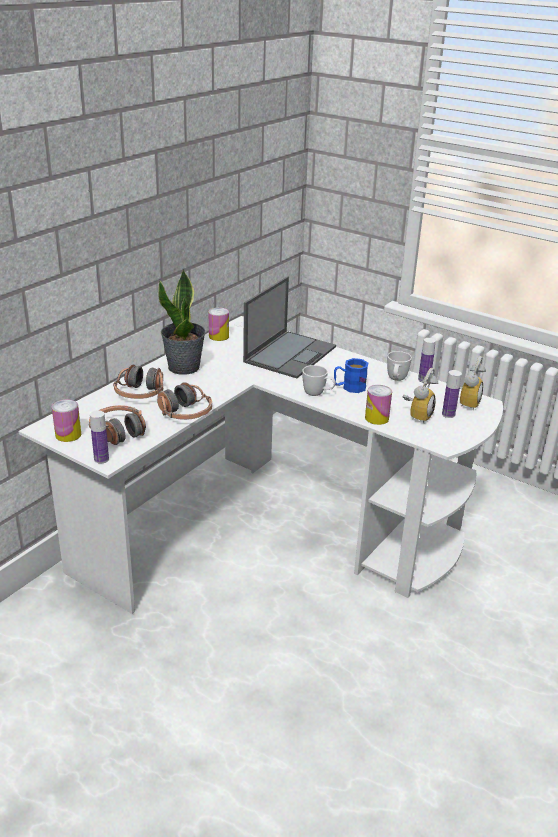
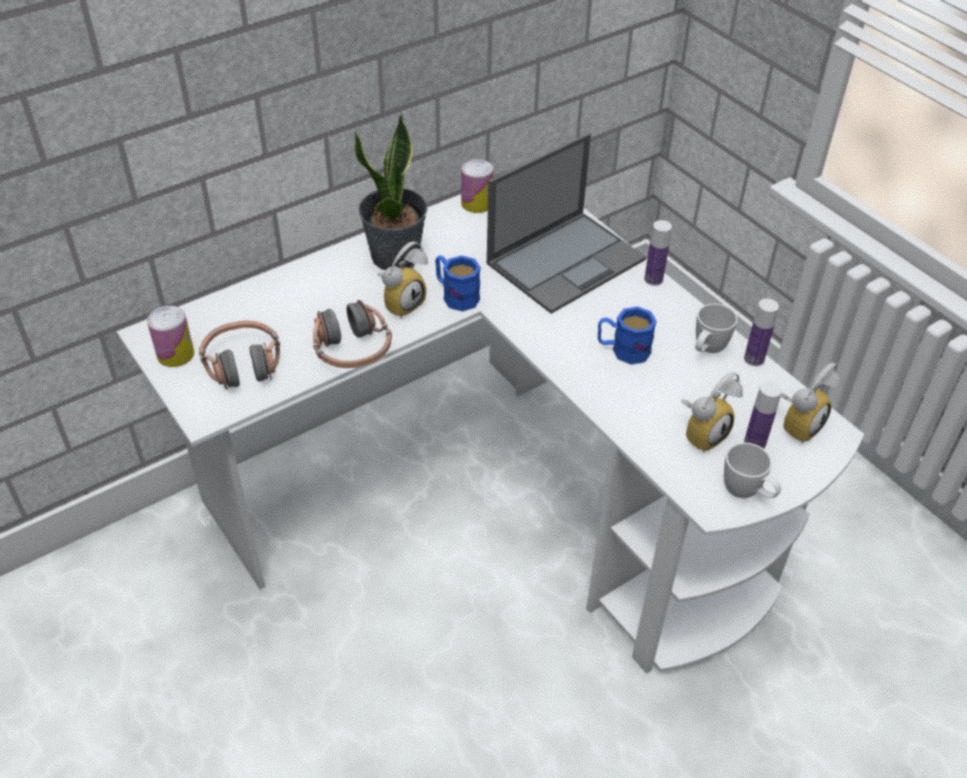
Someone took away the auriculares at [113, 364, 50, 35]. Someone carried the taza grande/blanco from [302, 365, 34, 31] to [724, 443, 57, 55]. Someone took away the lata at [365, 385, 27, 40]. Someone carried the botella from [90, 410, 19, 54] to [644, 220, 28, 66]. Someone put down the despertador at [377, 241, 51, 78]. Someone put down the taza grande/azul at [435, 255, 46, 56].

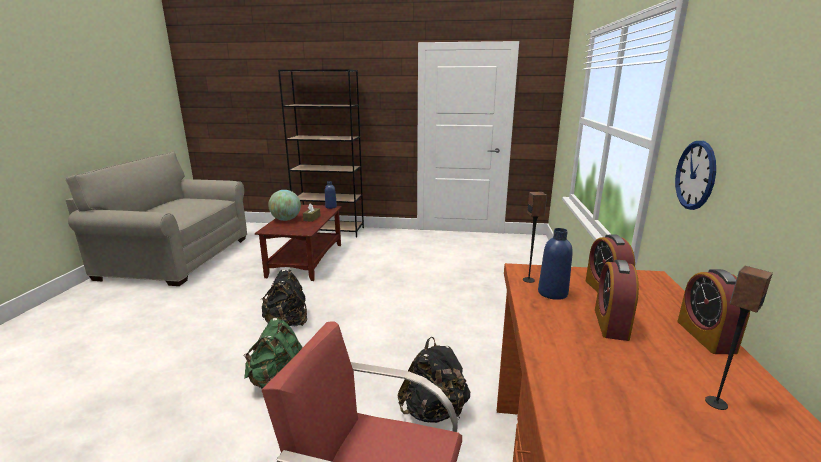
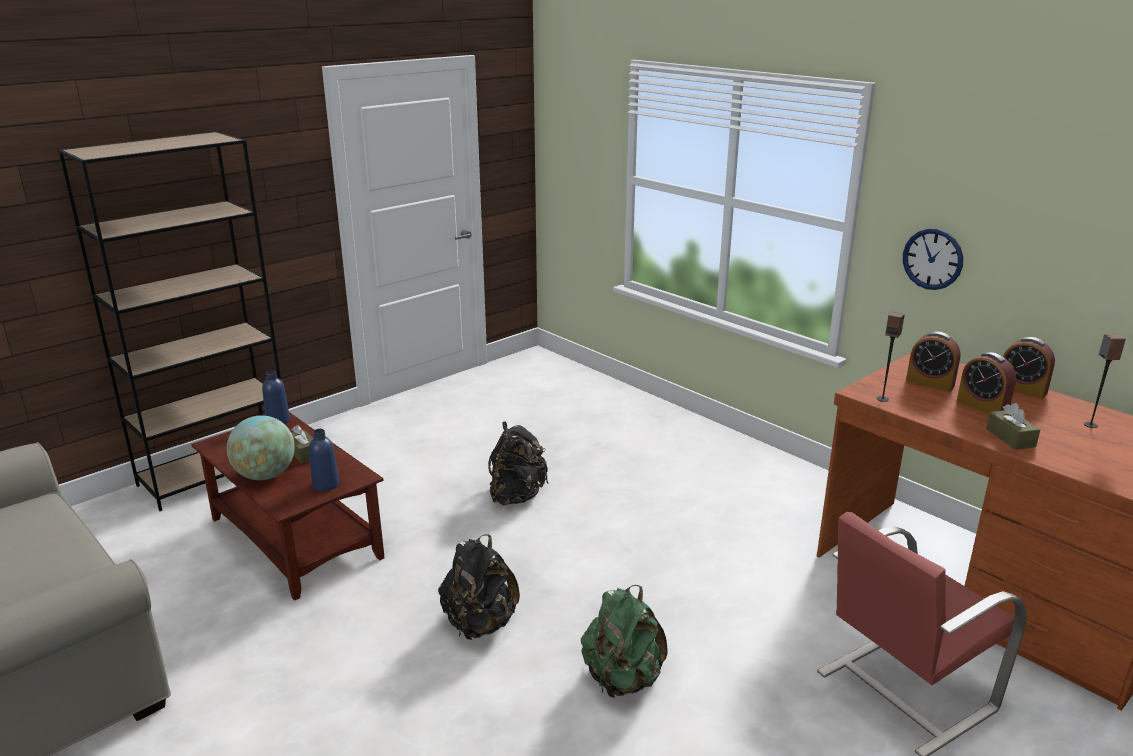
Someone carried the botella/azul from [538, 228, 35, 72] to [309, 429, 30, 62]. Someone carried the mochila/negro from [398, 337, 72, 86] to [488, 421, 60, 84]. Someone put down the caja de pañuelos/marrón at [986, 403, 54, 47].

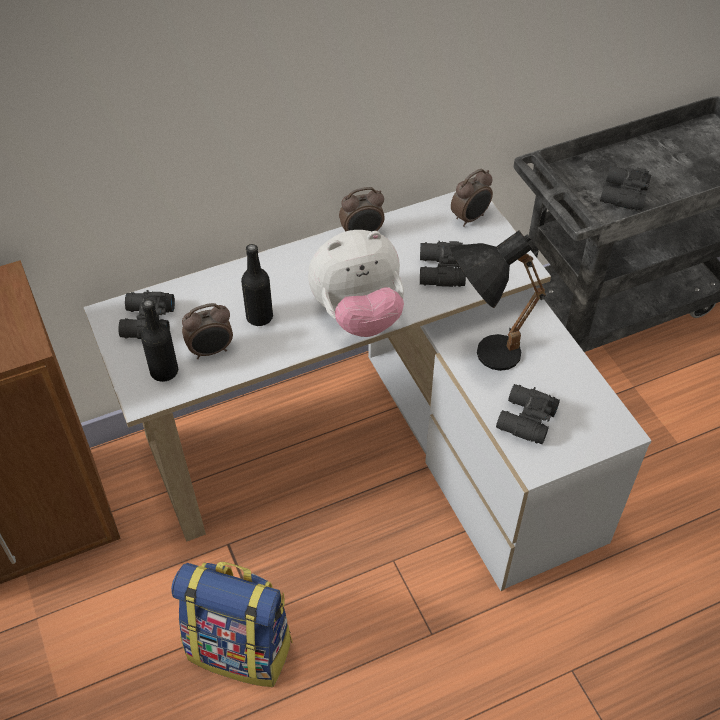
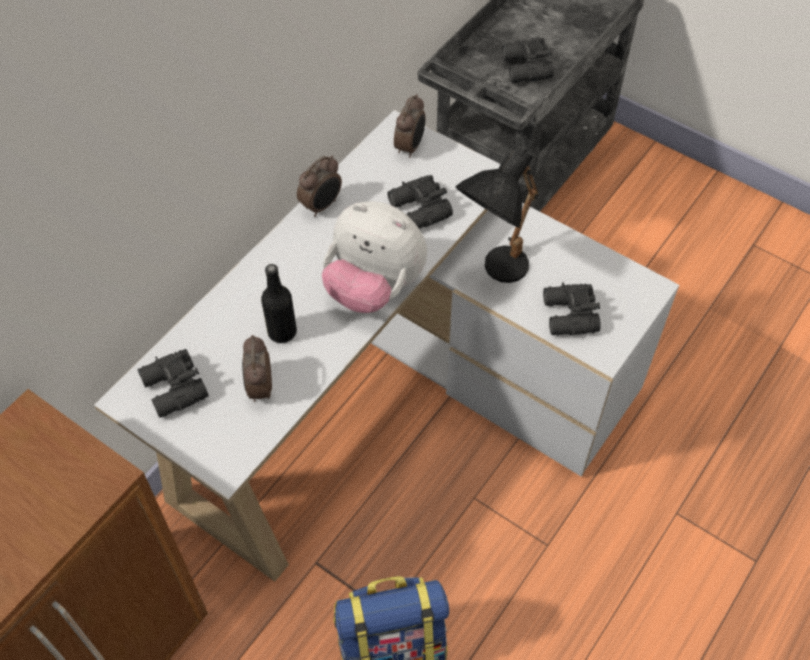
Someone rotated the peluche at [308, 230, 96, 107] by 75 degrees clockwise. Someone took away the botella/negro at [141, 299, 37, 83]. Someone rotated the despertador at [182, 303, 51, 56] by 135 degrees clockwise.

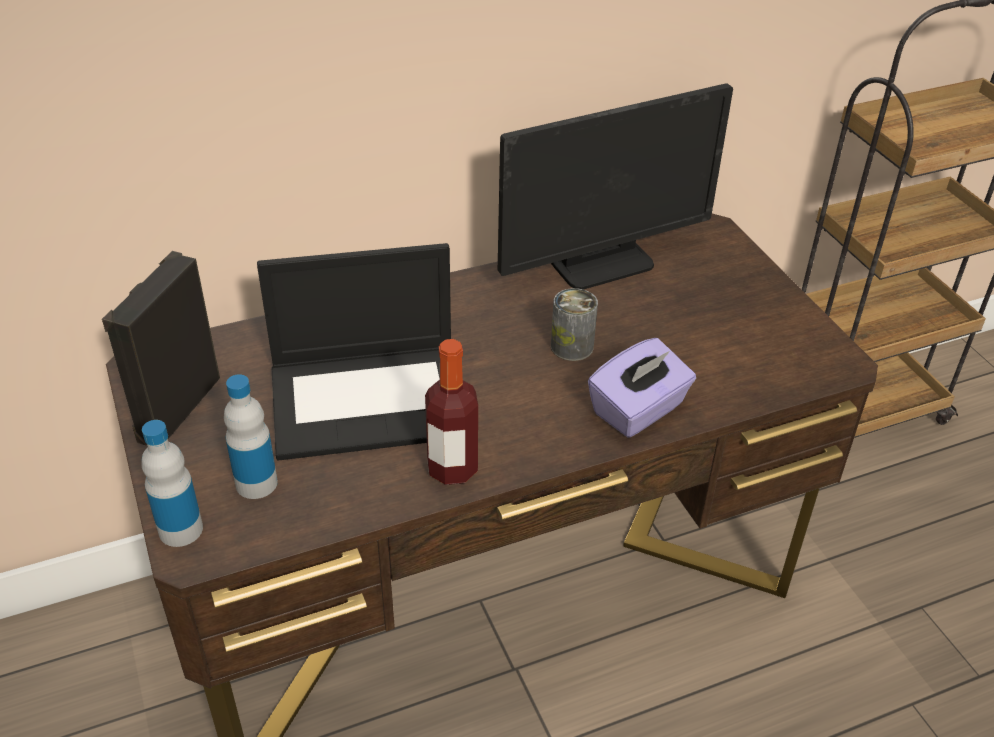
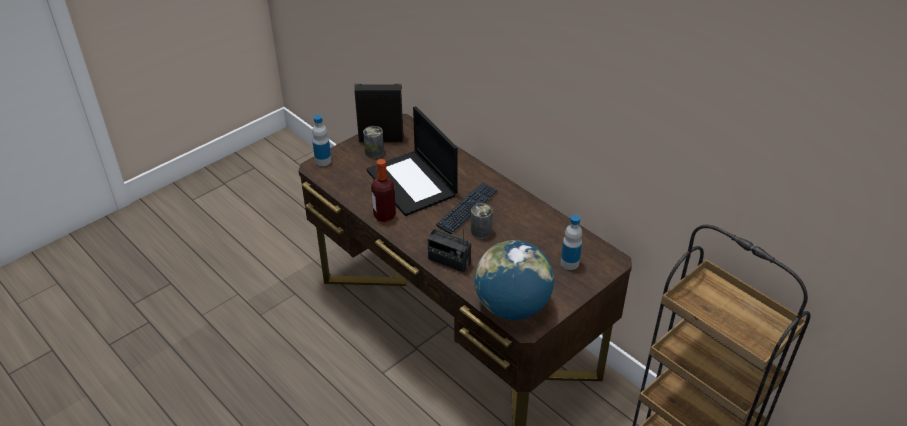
Someone took away the monitor at [498, 83, 235, 206]. Someone swapped the caja de pañuelos/morado at [588, 338, 108, 100] for the radio at [428, 225, 43, 48]. Someone carried the botella from [224, 374, 54, 125] to [561, 215, 21, 55]. Someone put down the lata at [363, 126, 21, 32]. Someone put down the teclado at [436, 182, 62, 52]. Someone put down the globo terráqueo at [474, 240, 80, 80].

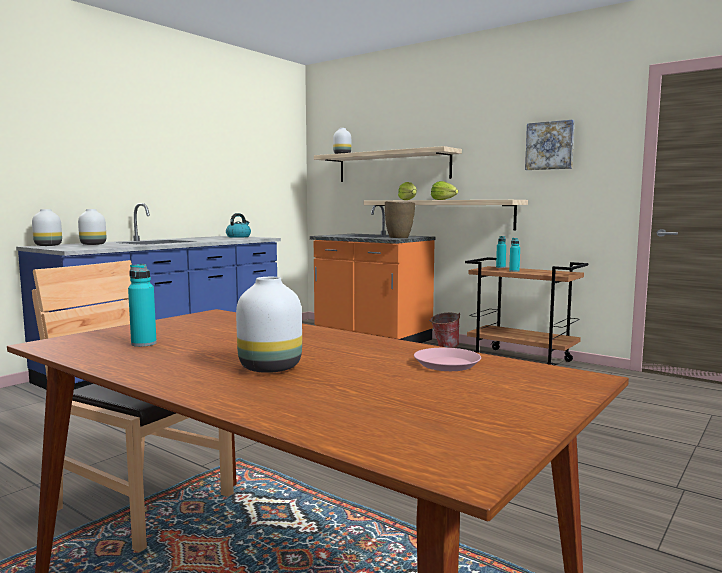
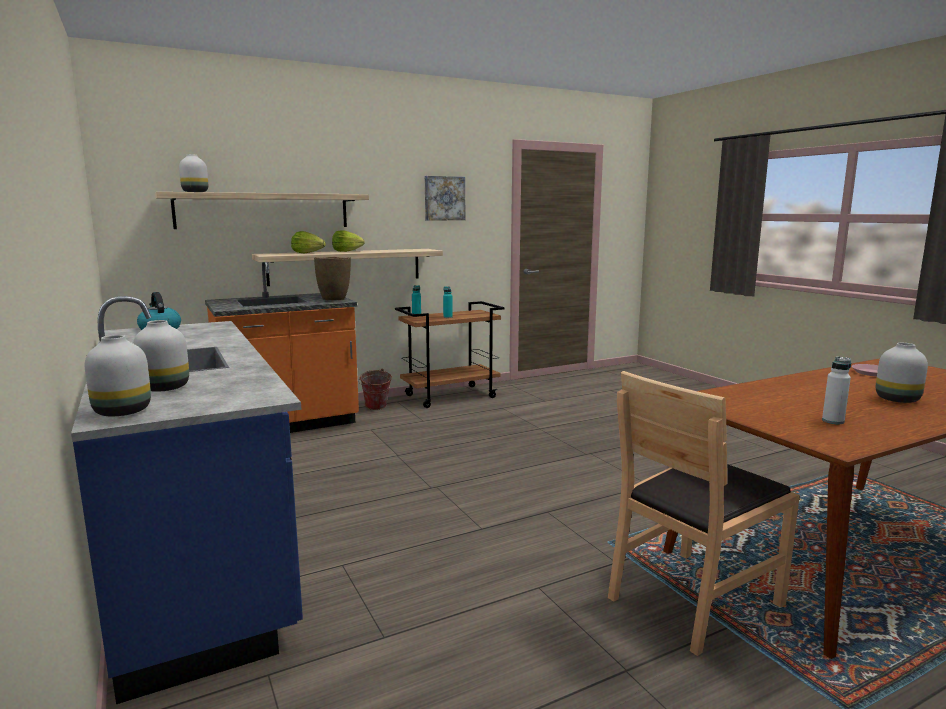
Someone repainted the botella/turquesa at [128, 264, 29, 83], which became the botella/blanco at [822, 356, 29, 68].

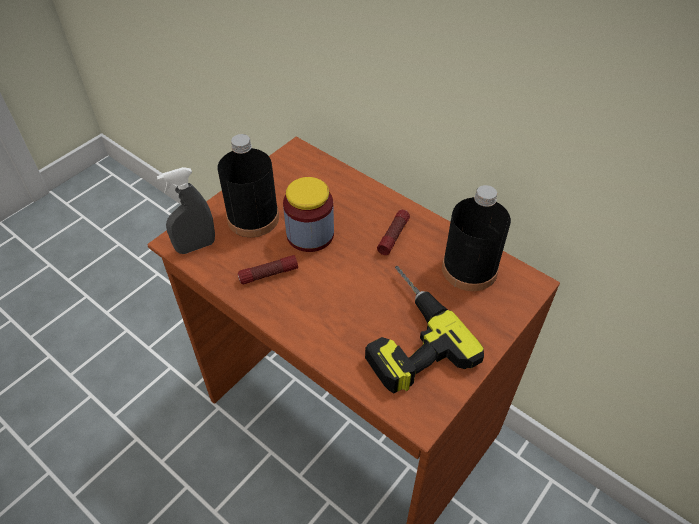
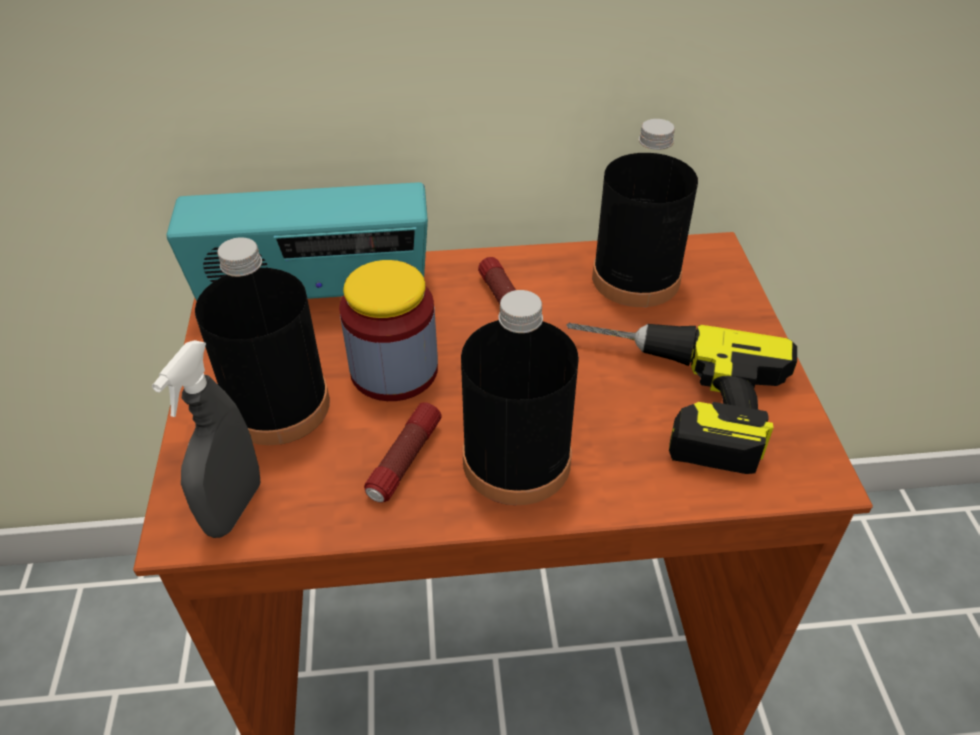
Someone put down the radio at [166, 182, 262, 119]. Someone put down the botella/negro at [461, 290, 118, 215].

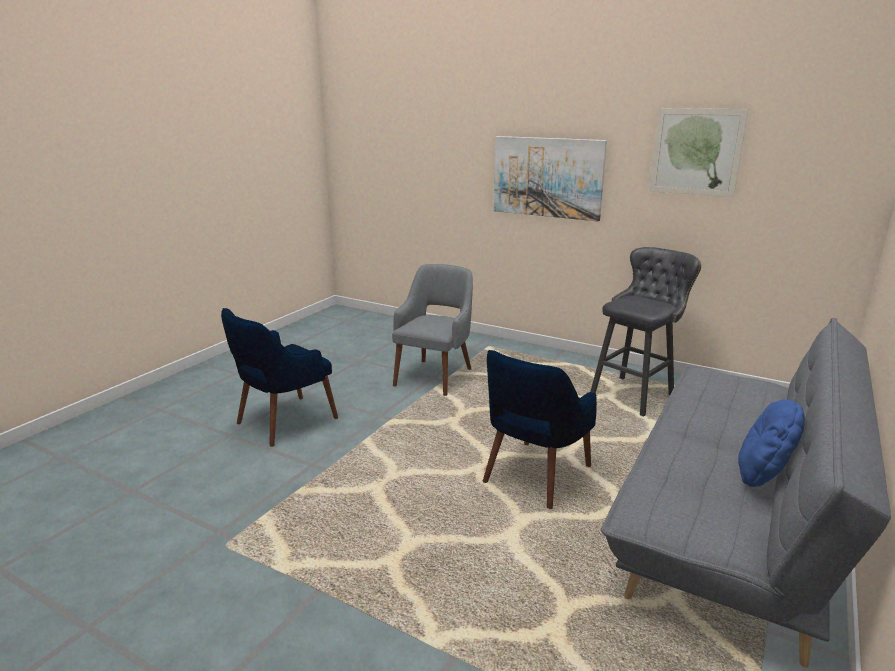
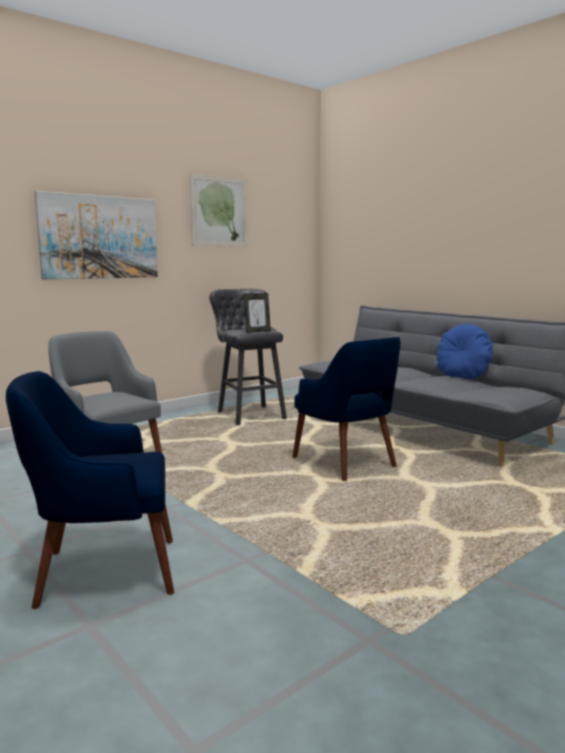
Someone rotated the sillón/azul at [221, 308, 117, 139] by 105 degrees clockwise. Someone put down the portarretratos at [243, 293, 28, 40].

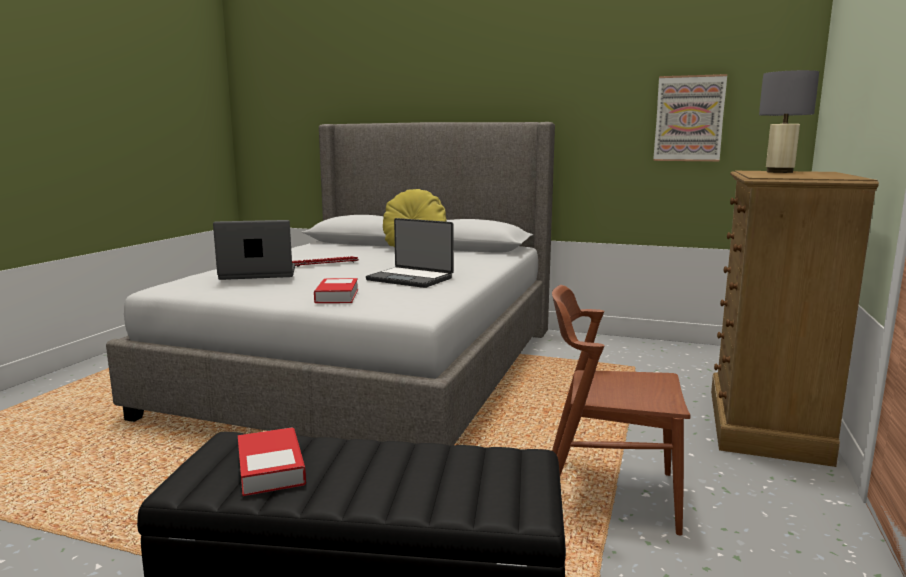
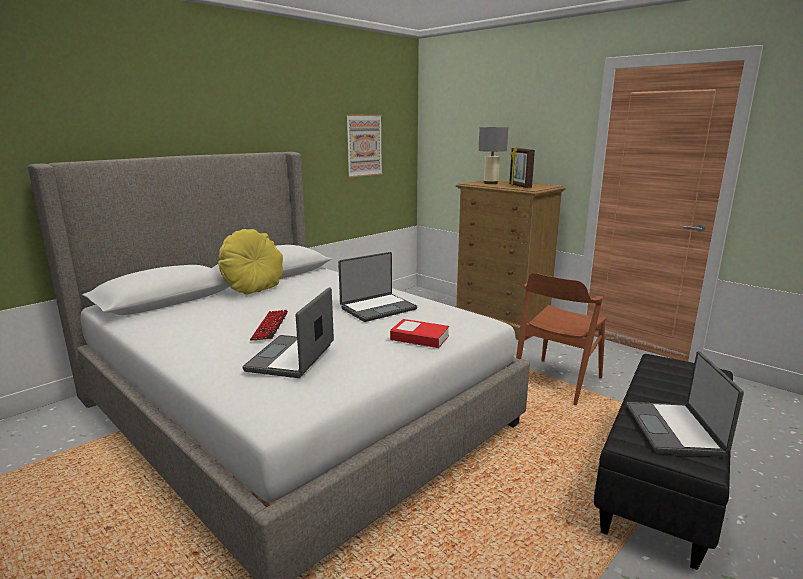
Someone swapped the libro at [238, 427, 68, 69] for the portátil at [627, 352, 117, 105]. Someone put down the portarretratos at [509, 147, 26, 41].

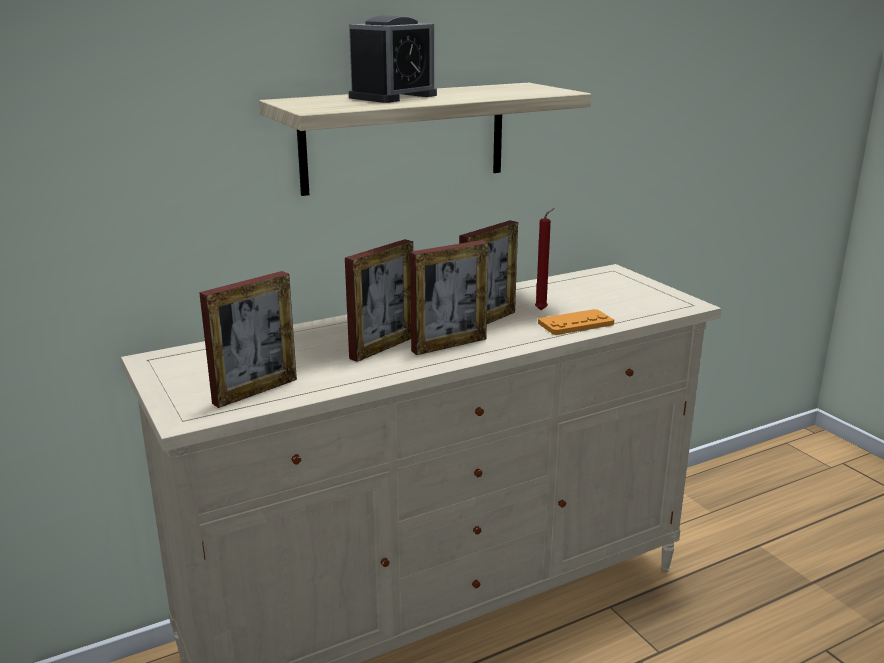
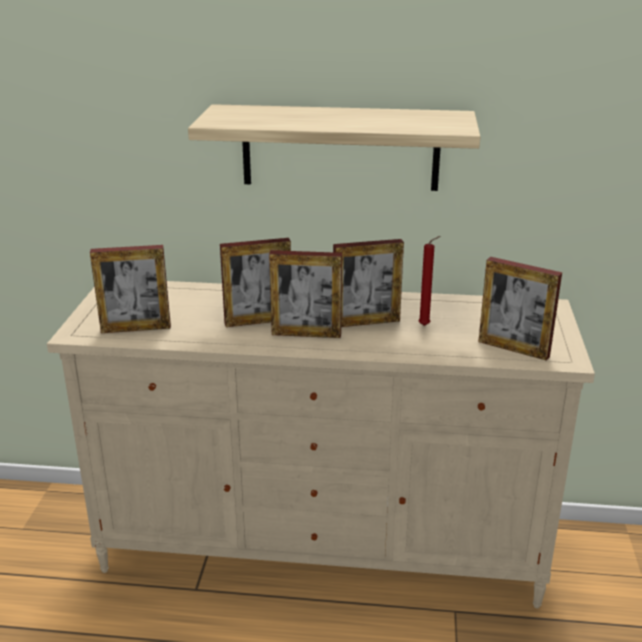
Someone took away the despertador at [349, 15, 88, 88]. Someone took away the mando de consola/naranja at [538, 309, 76, 26]. Someone put down the portarretratos at [478, 257, 84, 104].

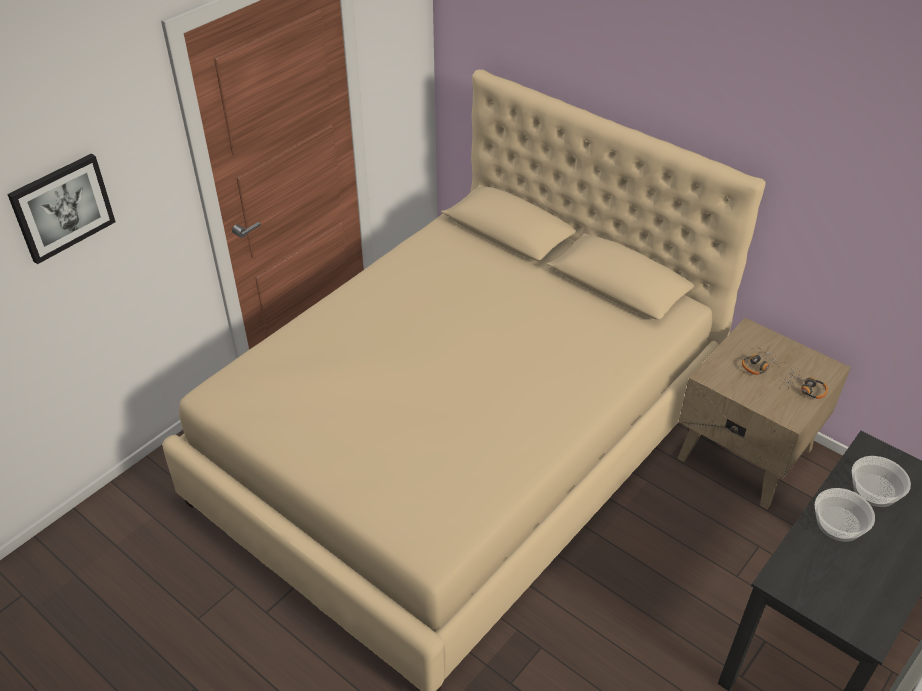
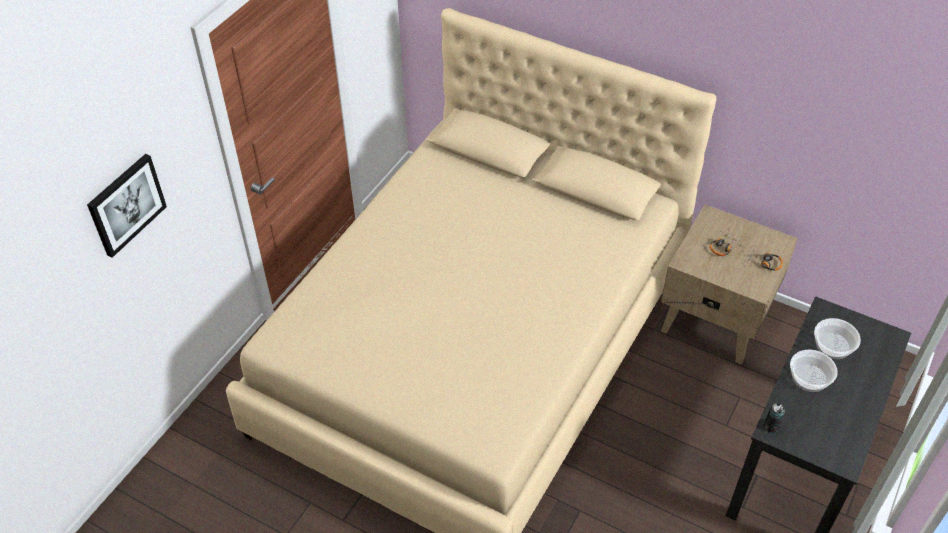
Someone put down the lata at [764, 403, 21, 30].

